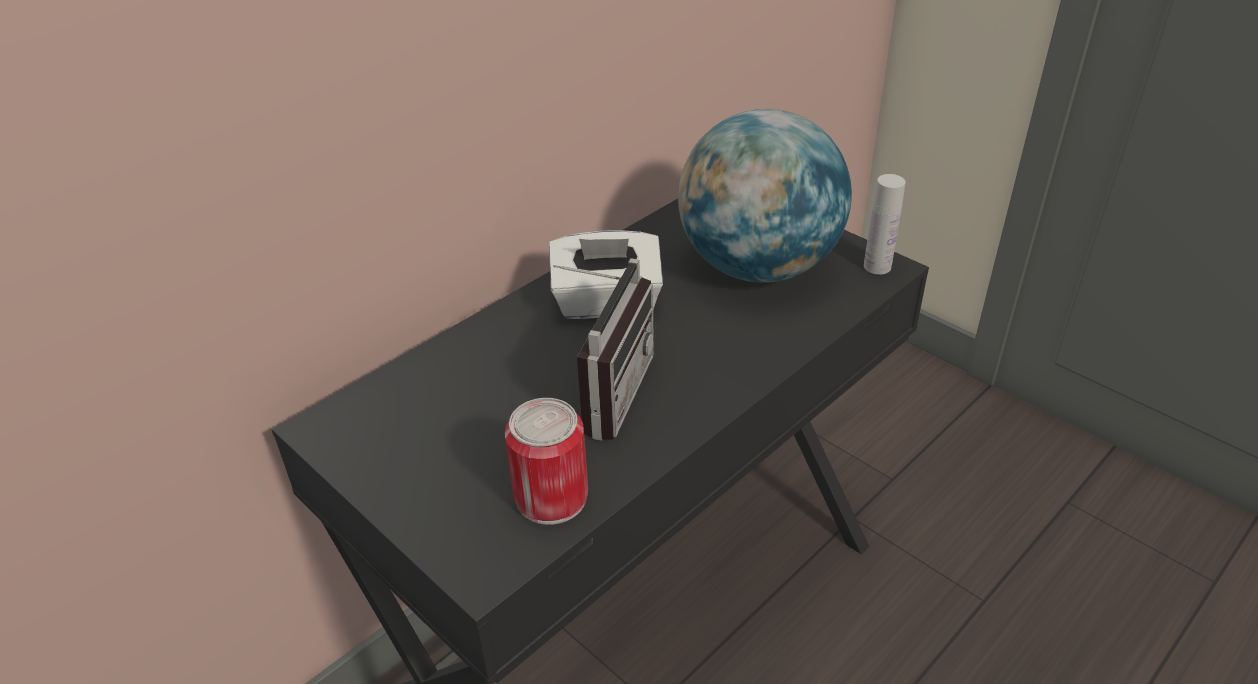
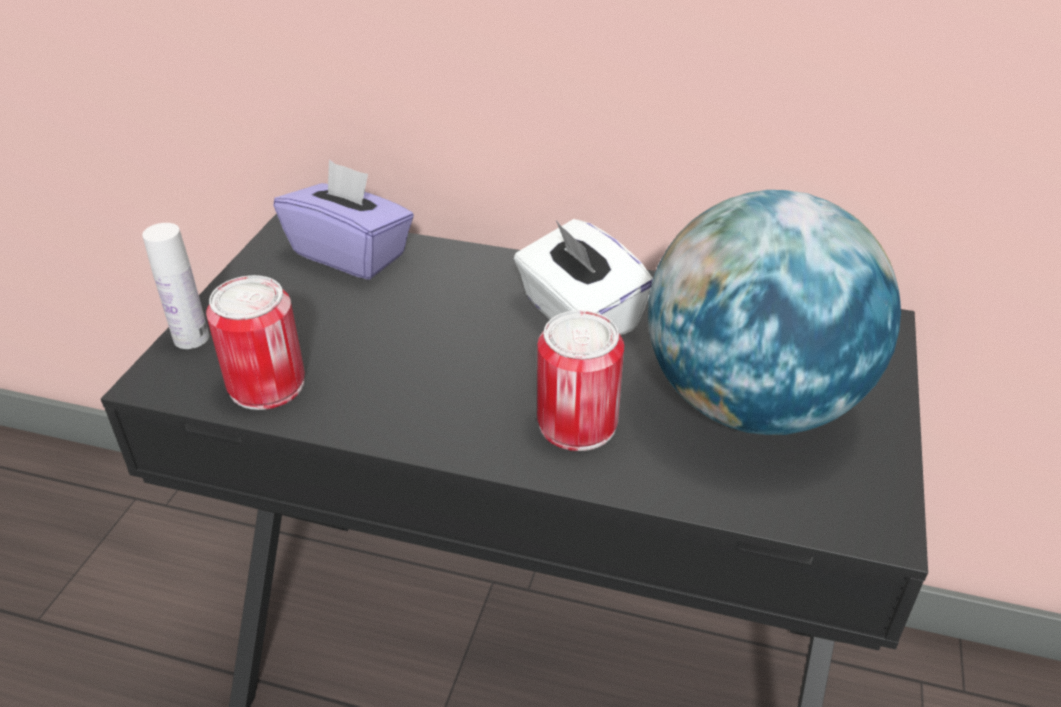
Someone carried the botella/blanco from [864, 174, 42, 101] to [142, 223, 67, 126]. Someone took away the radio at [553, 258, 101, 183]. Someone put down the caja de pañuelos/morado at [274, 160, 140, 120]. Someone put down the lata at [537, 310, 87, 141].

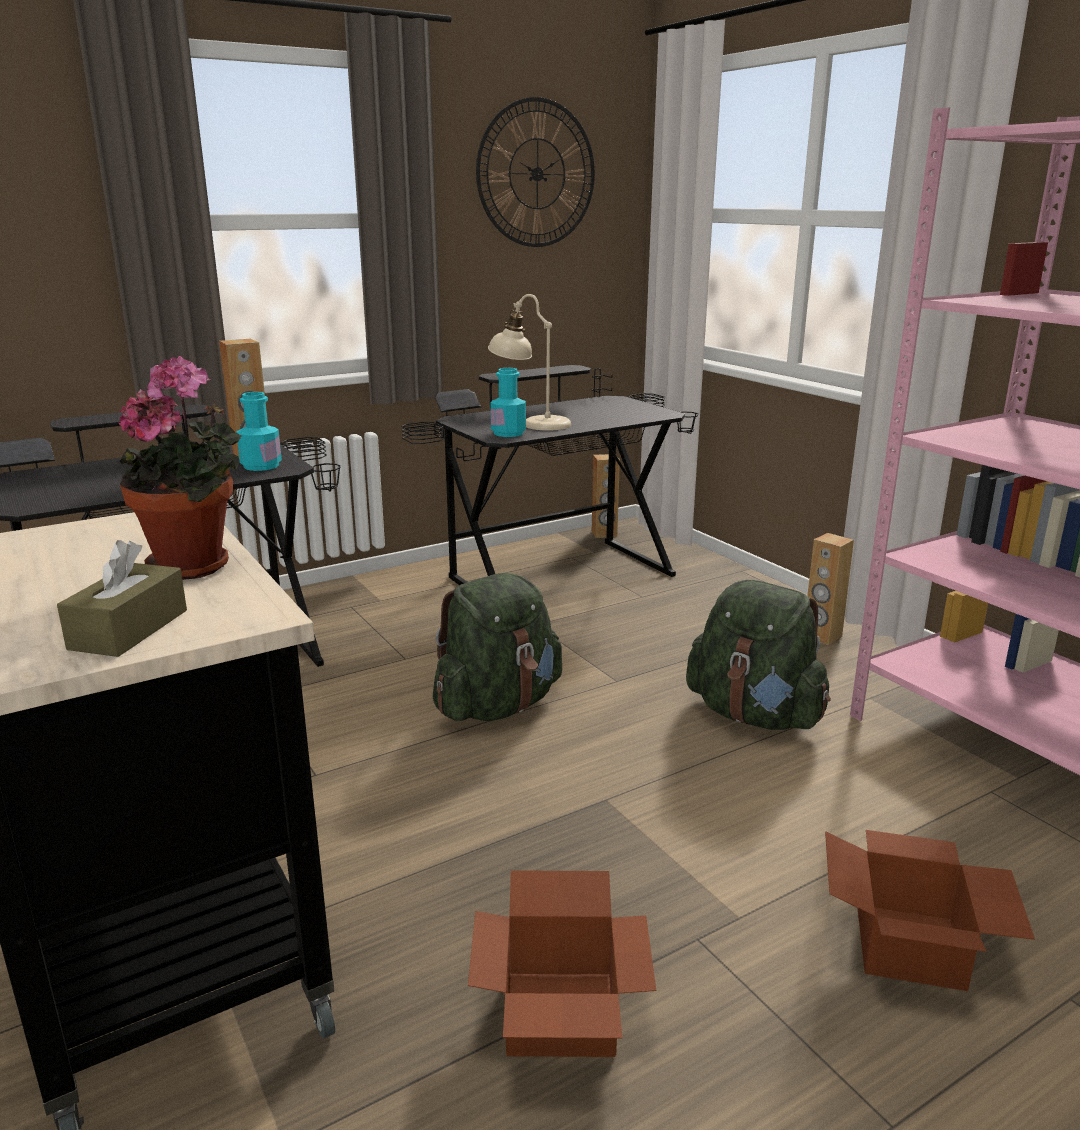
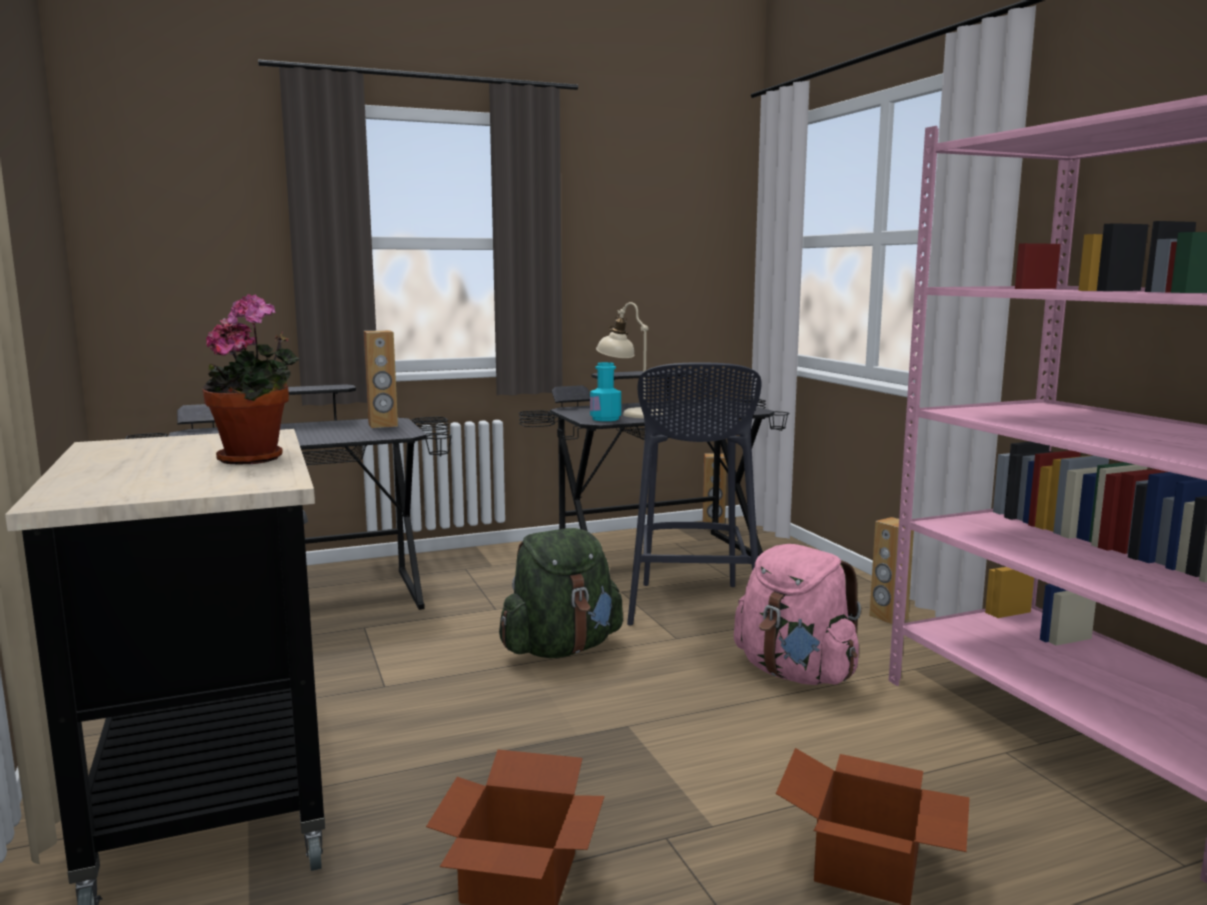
Someone took away the reloj de pared at [476, 97, 119, 150]. Someone took away the botella/turquesa at [236, 392, 46, 79]. Someone took away the caja de pañuelos/marrón at [57, 540, 130, 117]. Someone repainted the mochila/verde at [686, 580, 145, 150], which became the mochila/rosa at [734, 544, 127, 141]. Someone put down the taburete/gris at [627, 363, 135, 262].

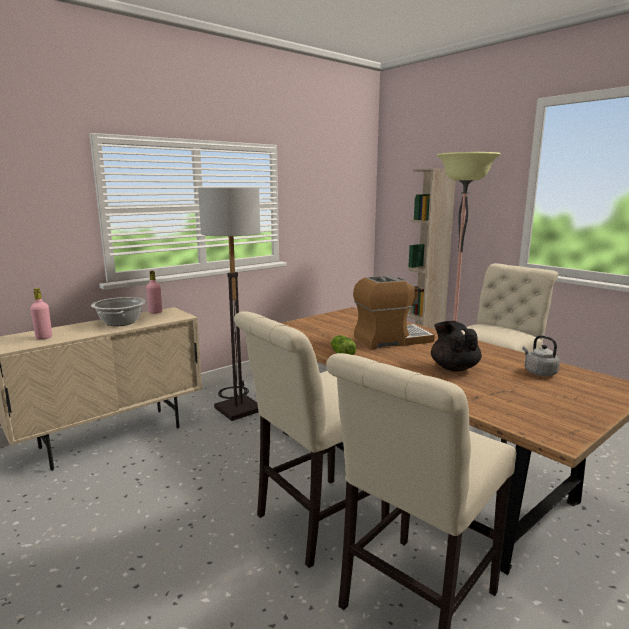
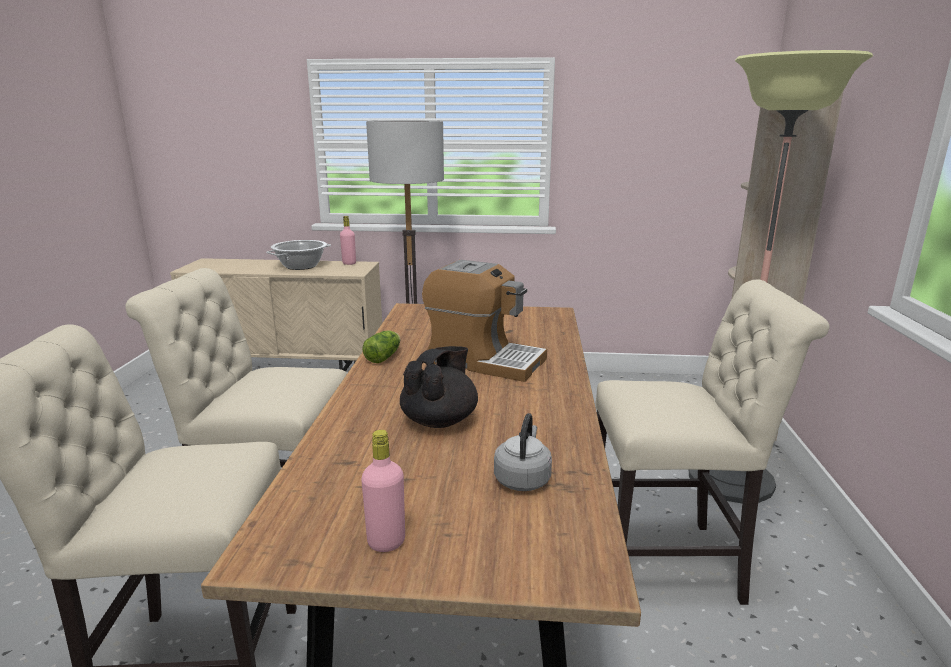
Someone carried the botella/rosa from [31, 288, 21, 52] to [361, 430, 44, 122].

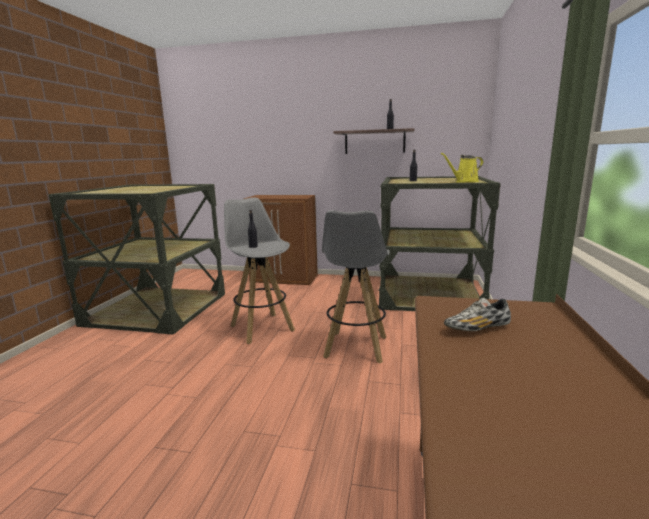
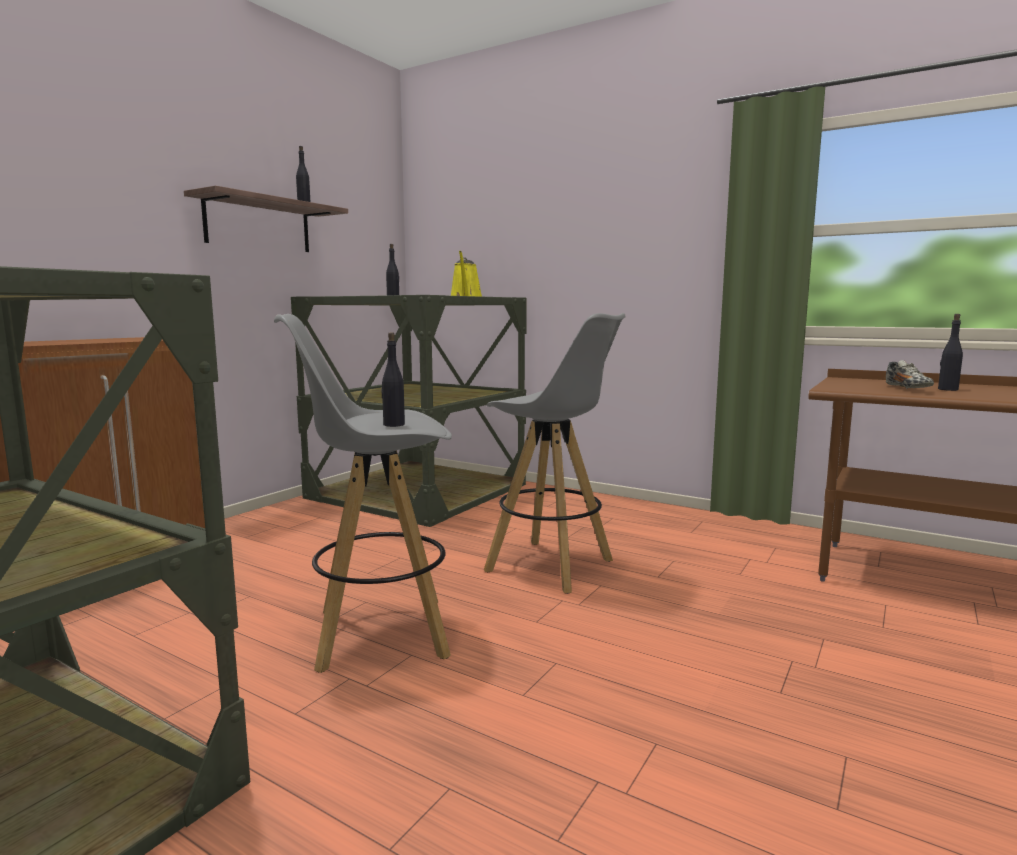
Someone put down the botella/negro at [938, 314, 25, 77].

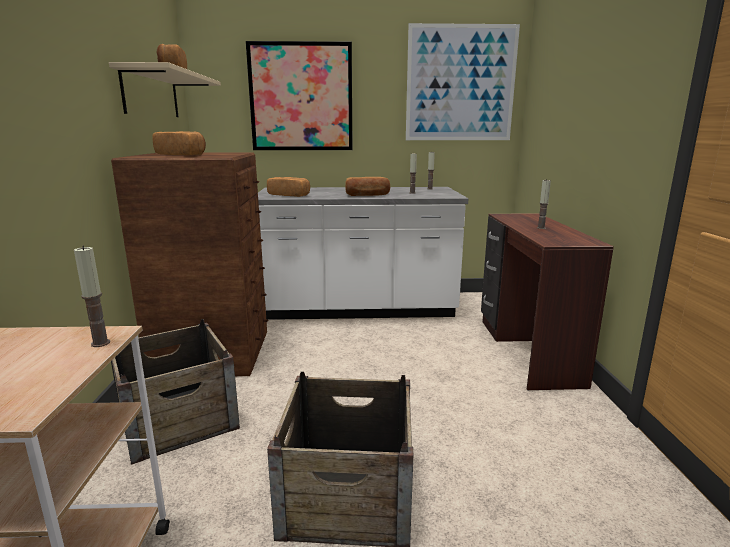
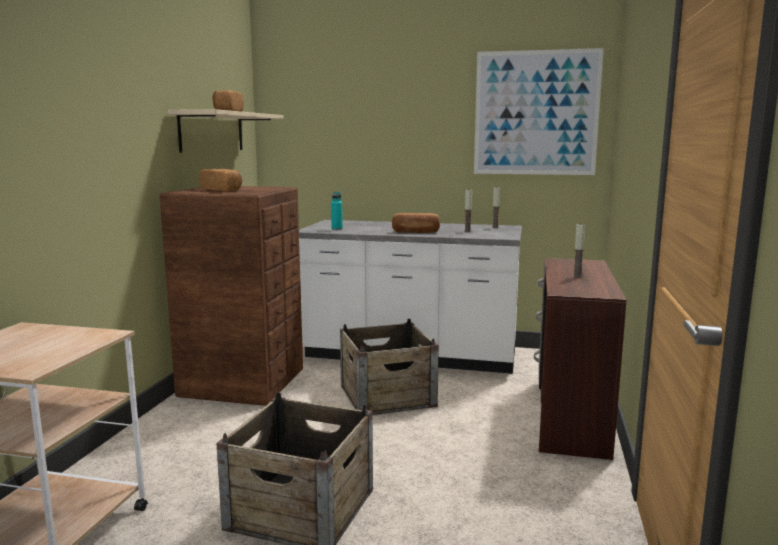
Someone took away the cuadro at [246, 41, 107, 109]. Someone swapped the pan at [267, 177, 43, 20] for the botella/turquesa at [331, 192, 12, 38]. Someone took away the vela at [74, 246, 36, 101]. Someone carried the caja de embalaje from [111, 319, 129, 146] to [340, 319, 99, 96].

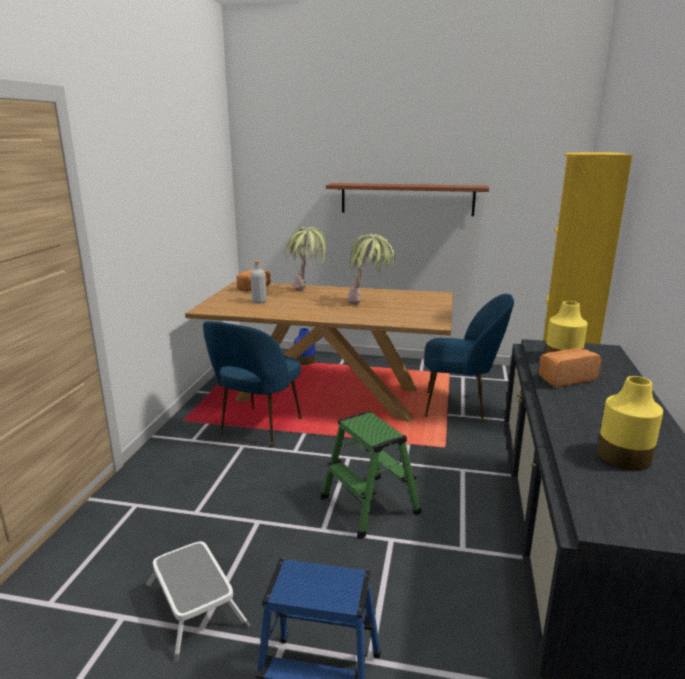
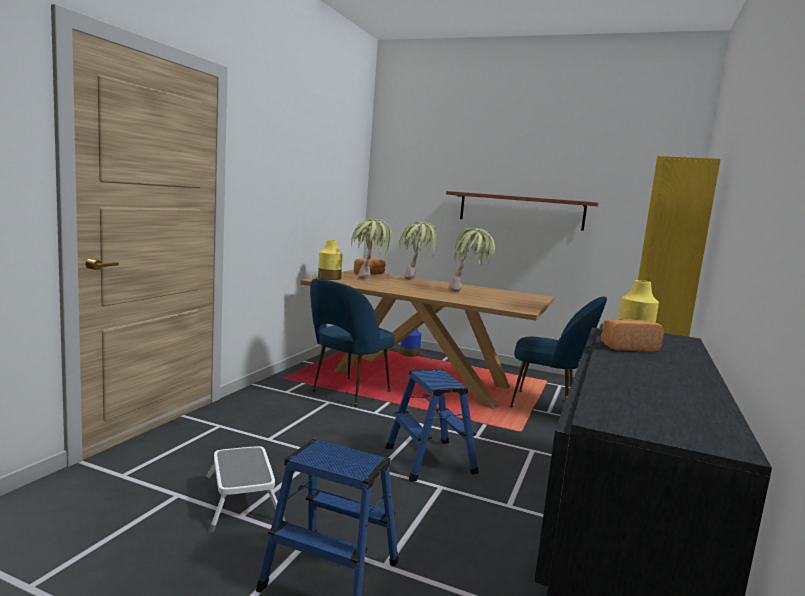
Someone swapped the botella/gris at [251, 261, 16, 43] for the planta en maceta at [351, 218, 42, 61]. Someone carried the florero/amarillo from [597, 376, 66, 94] to [318, 240, 25, 40]. Someone repainted the escalera de tijera/verde at [320, 411, 102, 128], which became the escalera de tijera/azul at [385, 369, 94, 113].

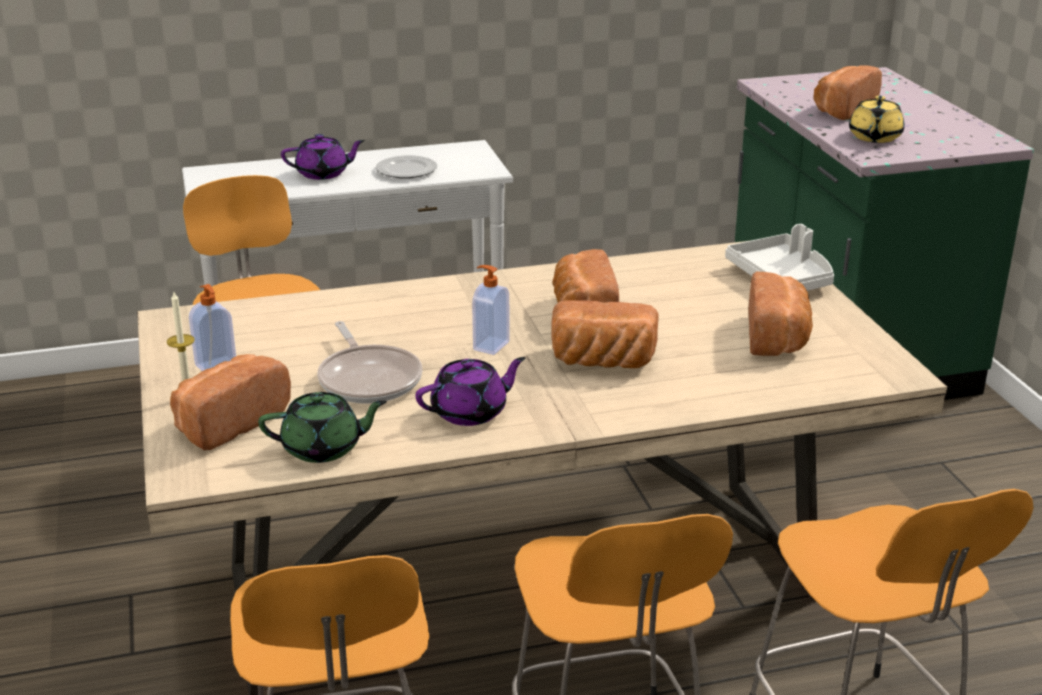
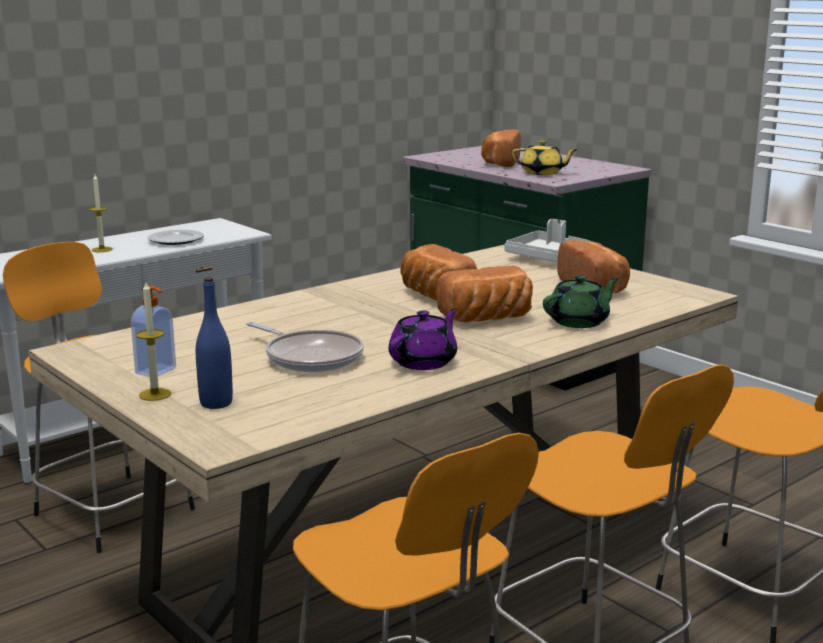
Someone rotated the tetera/amarillo at [849, 96, 56, 47] by 60 degrees counterclockwise. Someone swapped the tetera/morado at [281, 134, 84, 46] for the vela at [89, 175, 24, 77]. Someone took away the dispensador de jabón at [472, 265, 38, 90]. Someone swapped the pan at [170, 354, 121, 96] for the botella/azul at [196, 277, 37, 132]. Someone carried the tetera/verde from [258, 392, 129, 71] to [543, 275, 76, 53].

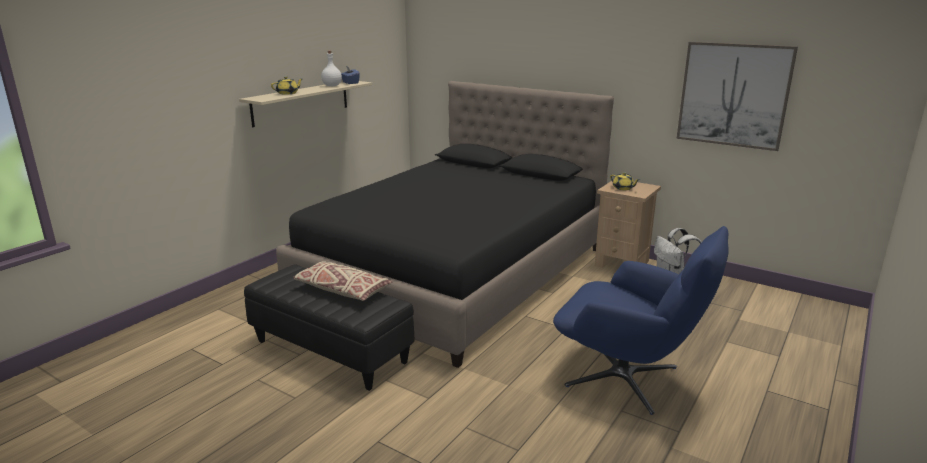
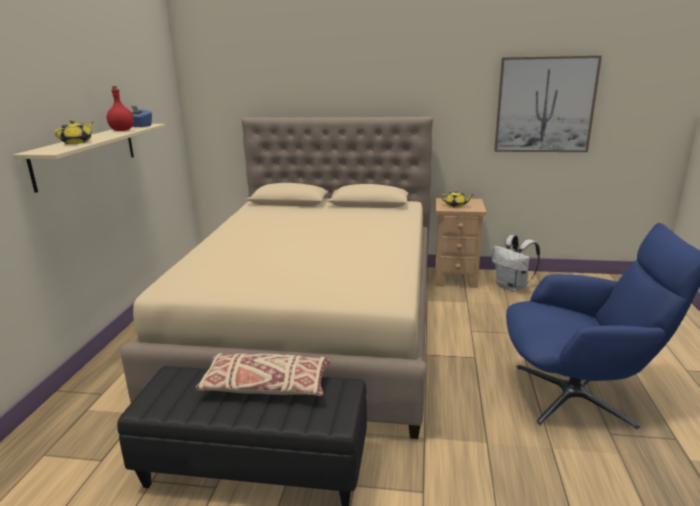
Someone repainted the botella/blanco at [321, 51, 21, 35], which became the botella/rojo at [107, 86, 27, 45]. Someone repainted the cama/negro at [276, 81, 338, 287], which became the cama/beis at [120, 117, 313, 322].

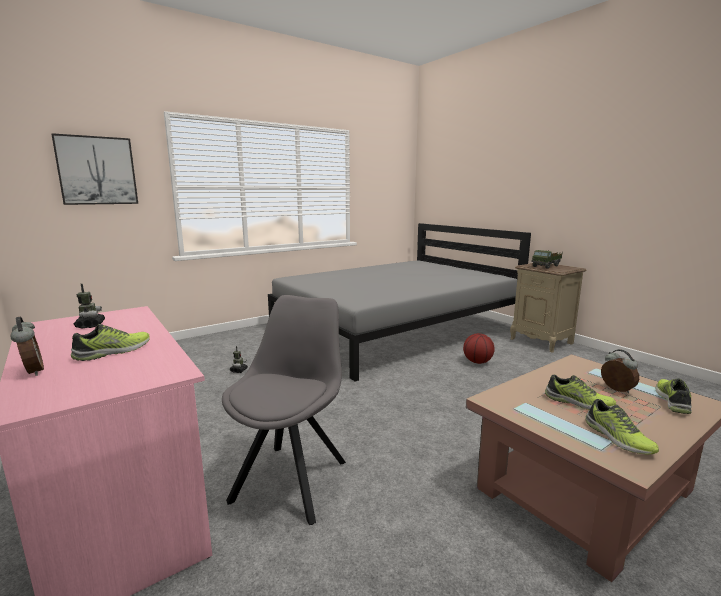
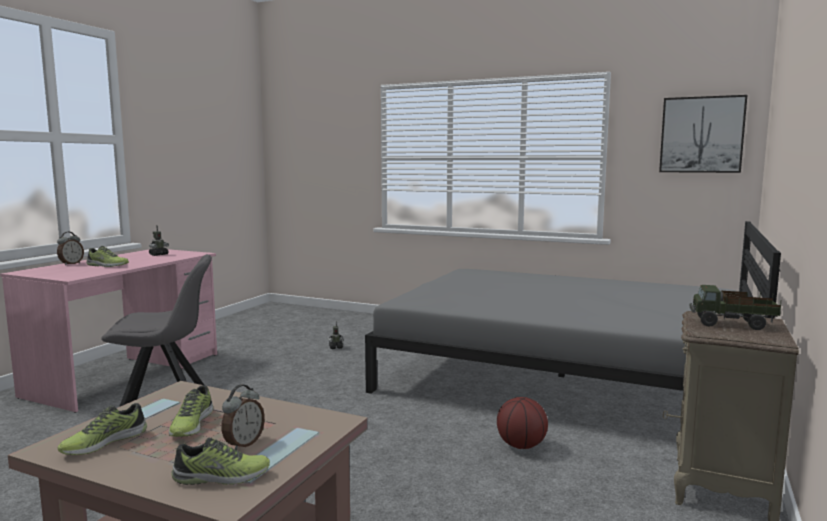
Someone carried the cuadro from [51, 133, 87, 72] to [659, 95, 88, 78].

